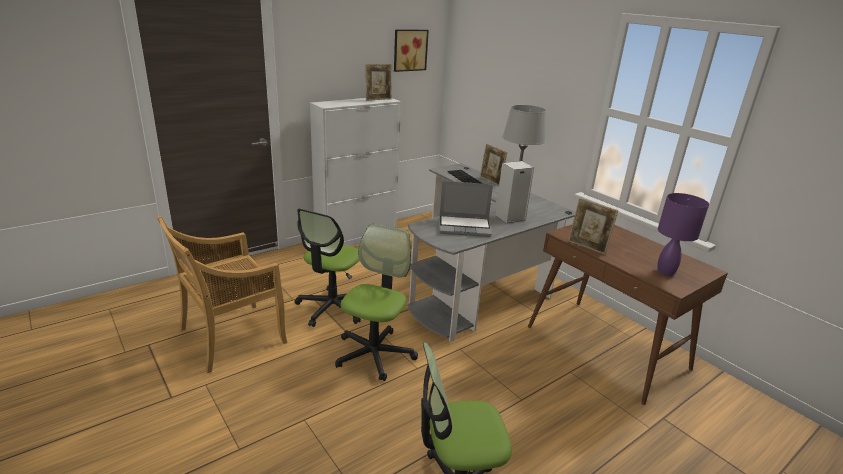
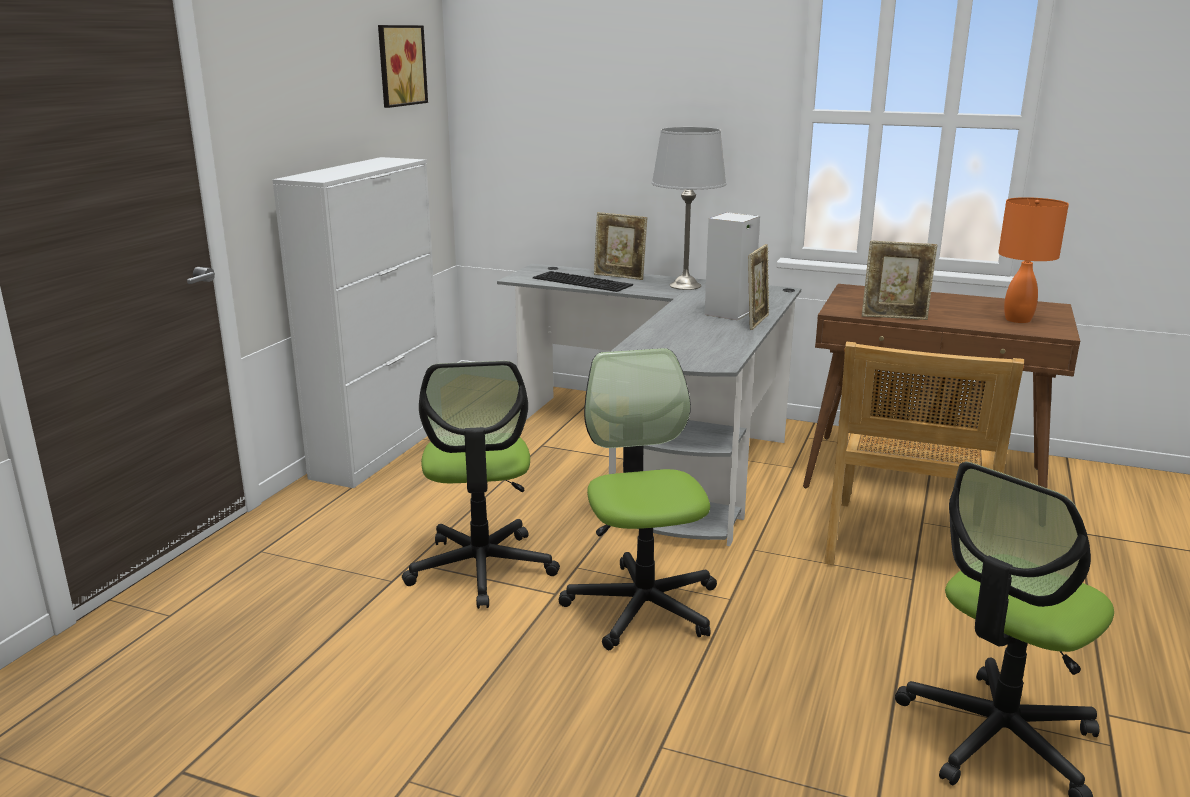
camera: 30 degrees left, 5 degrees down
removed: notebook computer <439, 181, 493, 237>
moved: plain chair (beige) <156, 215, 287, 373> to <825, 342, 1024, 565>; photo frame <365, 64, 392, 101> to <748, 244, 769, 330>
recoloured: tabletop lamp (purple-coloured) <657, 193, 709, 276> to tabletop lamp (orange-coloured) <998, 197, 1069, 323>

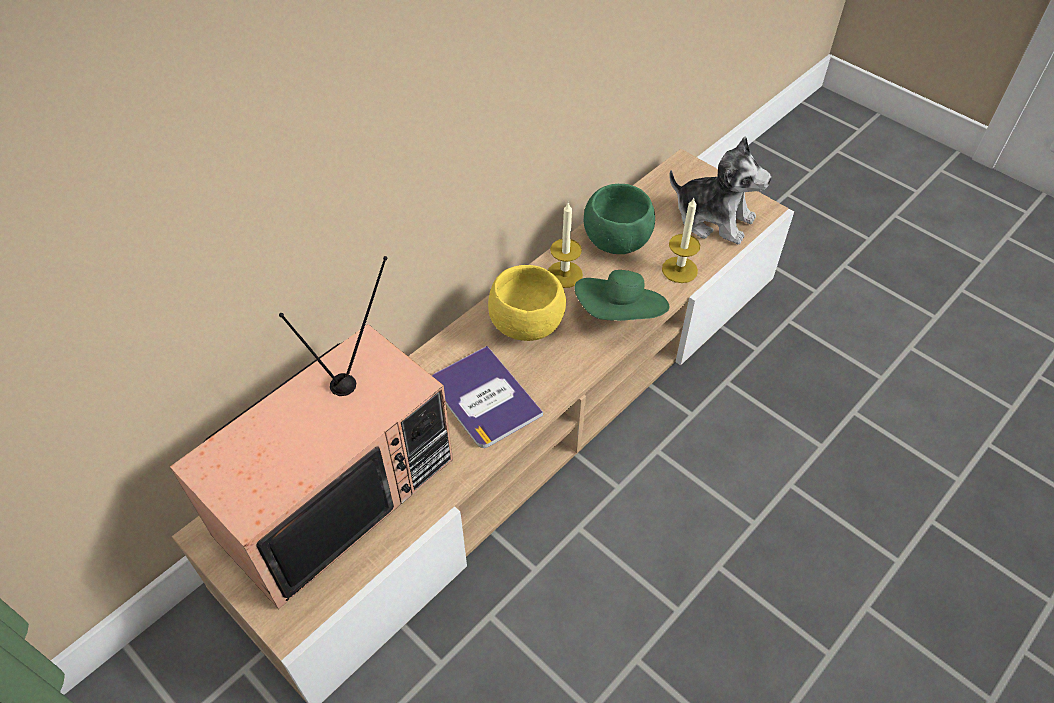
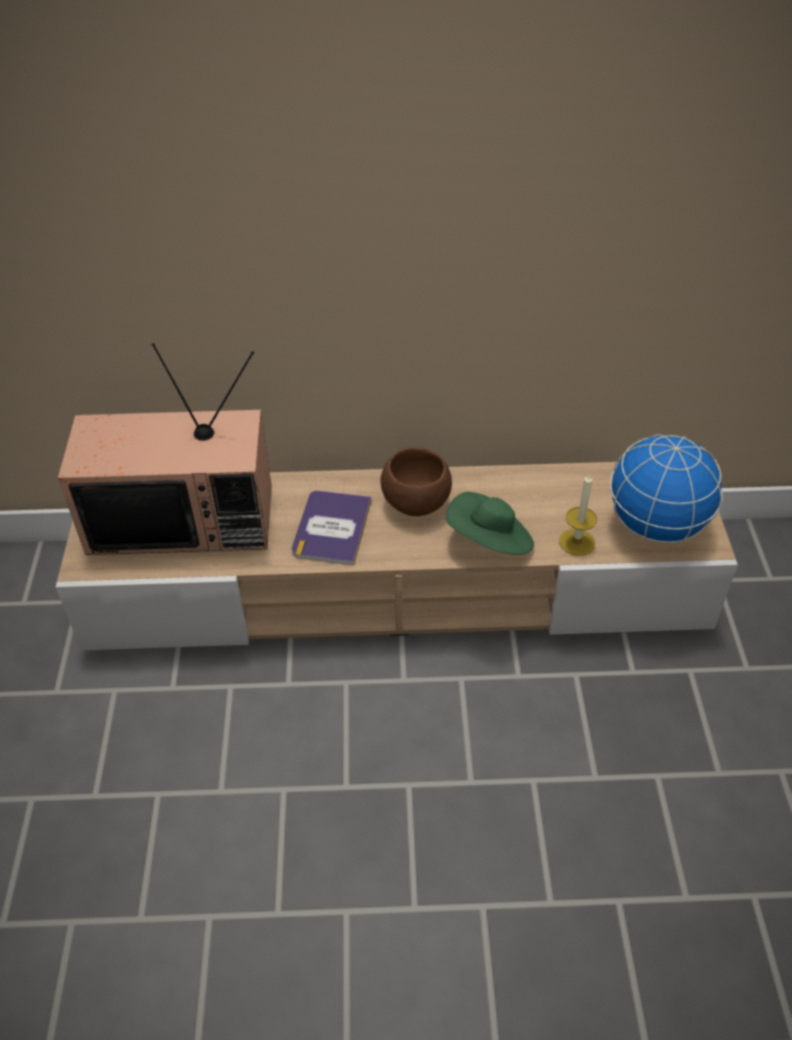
camera: 45 degrees right, 5 degrees down
removed: wax light <548, 202, 583, 288>; deep dish (greenish) <584, 184, 655, 254>
replaced: soft toy <669, 136, 771, 245> to world globe <610, 434, 723, 543>
recoloured: deep dish (yellow) <488, 265, 566, 341> to deep dish (brown) <380, 447, 452, 516>

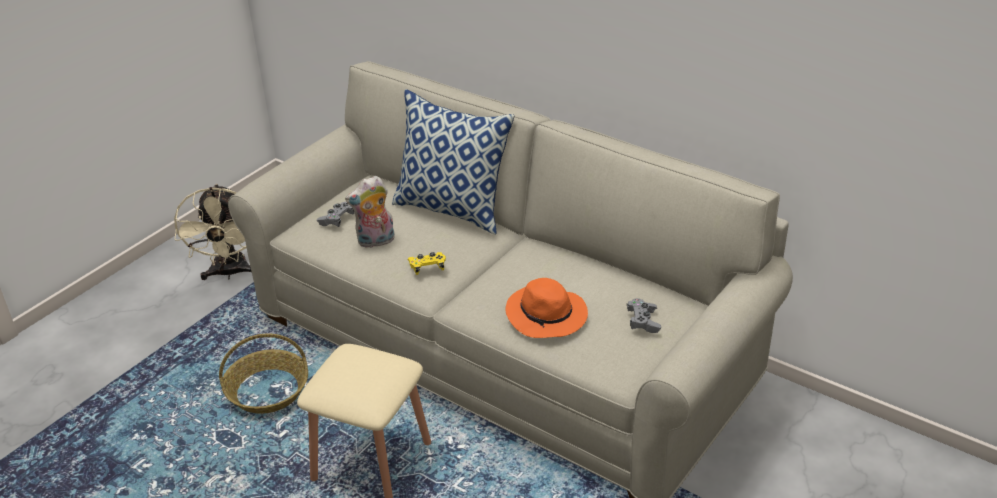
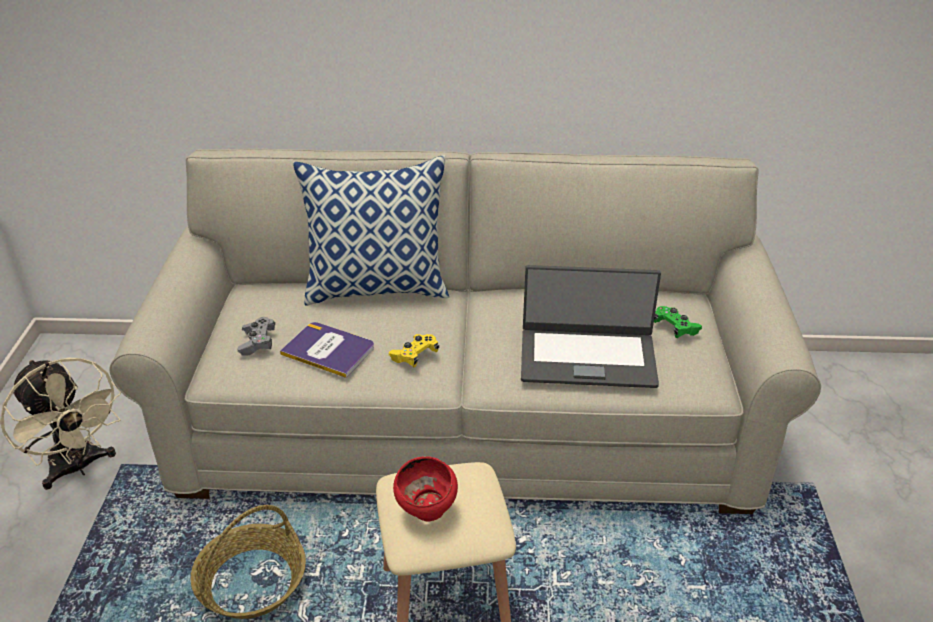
camera: 35 degrees left, 0 degrees up
added: deep dish (red) <393, 456, 458, 521>
replaced: soft toy <345, 176, 395, 248> to volume <280, 322, 374, 378>; clothing hat (orange-coloured) <505, 278, 588, 338> to notebook computer <521, 265, 661, 388>
recoloured: joypad (greyish) <627, 298, 661, 333> to joypad (greenish) <654, 306, 702, 338>

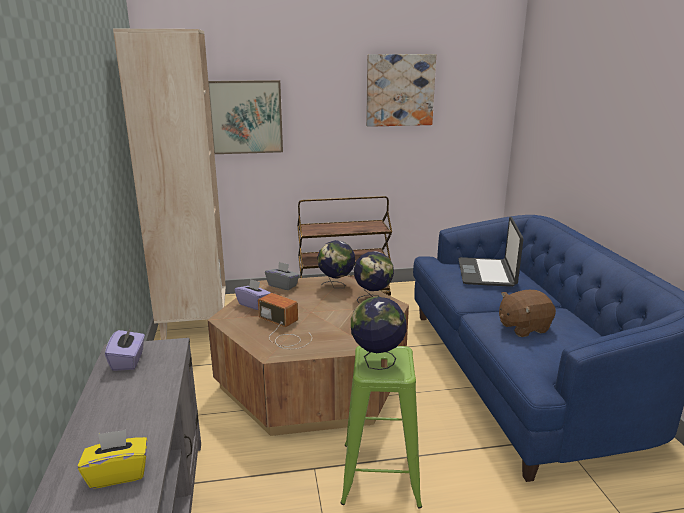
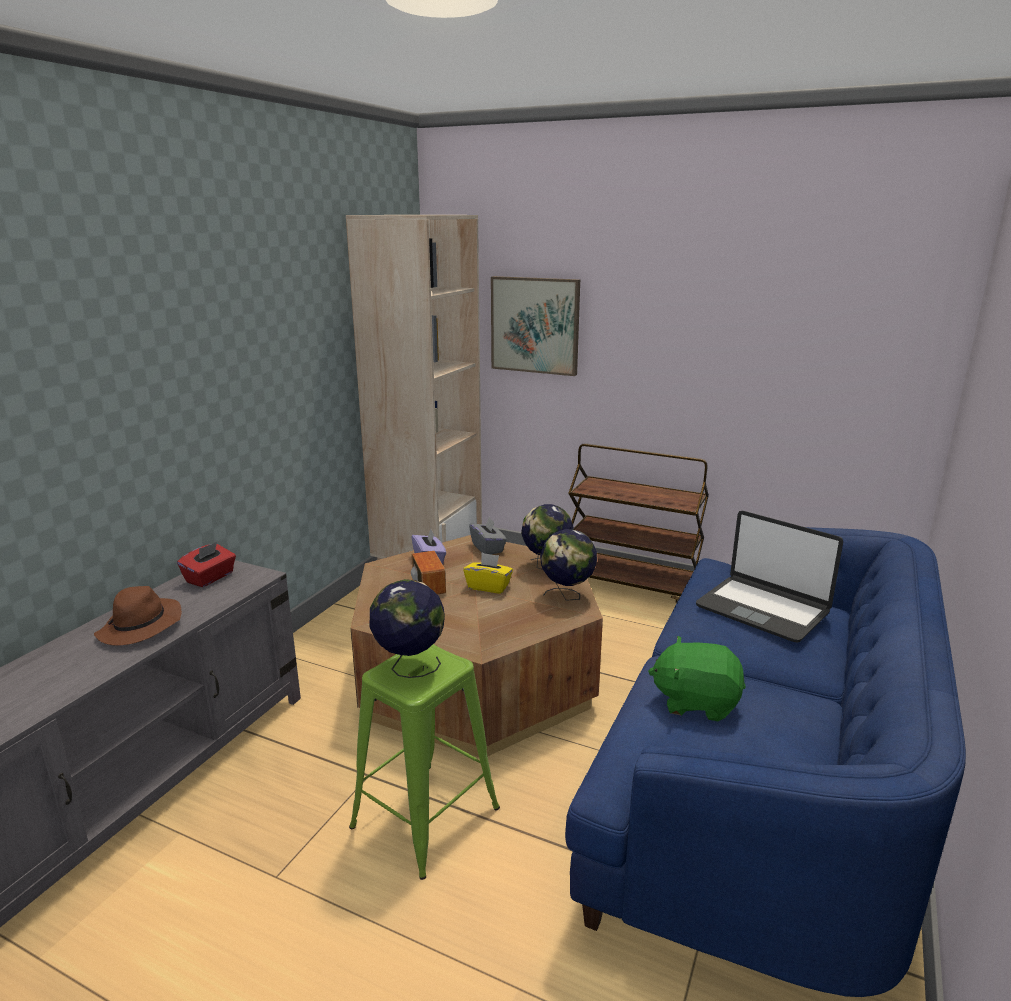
camera: 35 degrees right, 0 degrees up
removed: wall picture <366, 54, 436, 127>
added: clothing hat (brown) <94, 586, 182, 646>
moved: tissue holder (yellow) <78, 429, 147, 489> to <463, 553, 513, 594>
recoloured: tissue holder (purple-coloured) <105, 327, 145, 371> to tissue holder (red) <177, 542, 236, 587>; soft toy (brown) <499, 290, 556, 337> to soft toy (greenish) <648, 636, 746, 721>
turned: notebook computer <458, 217, 523, 287> = <696, 511, 843, 642> 90 degrees counterclockwise

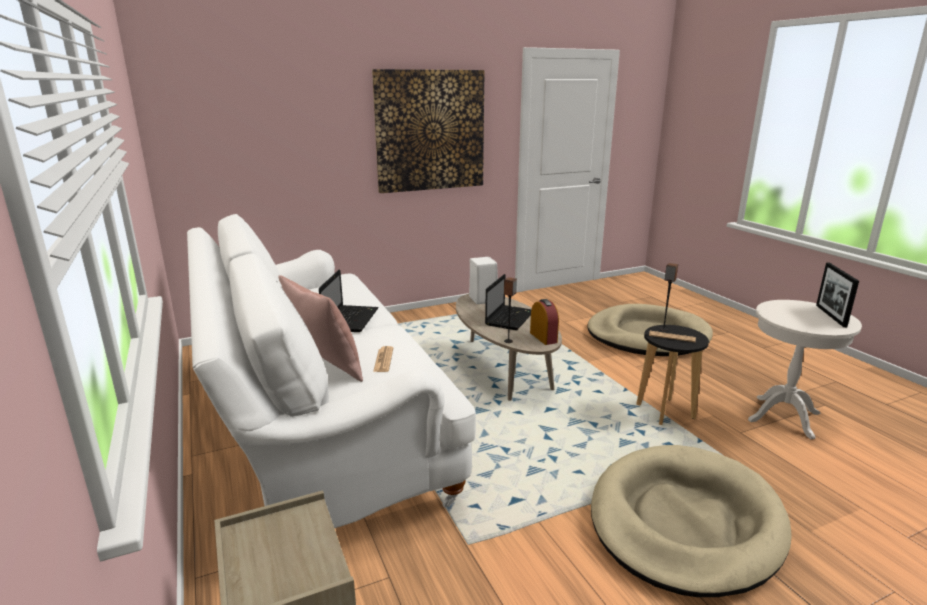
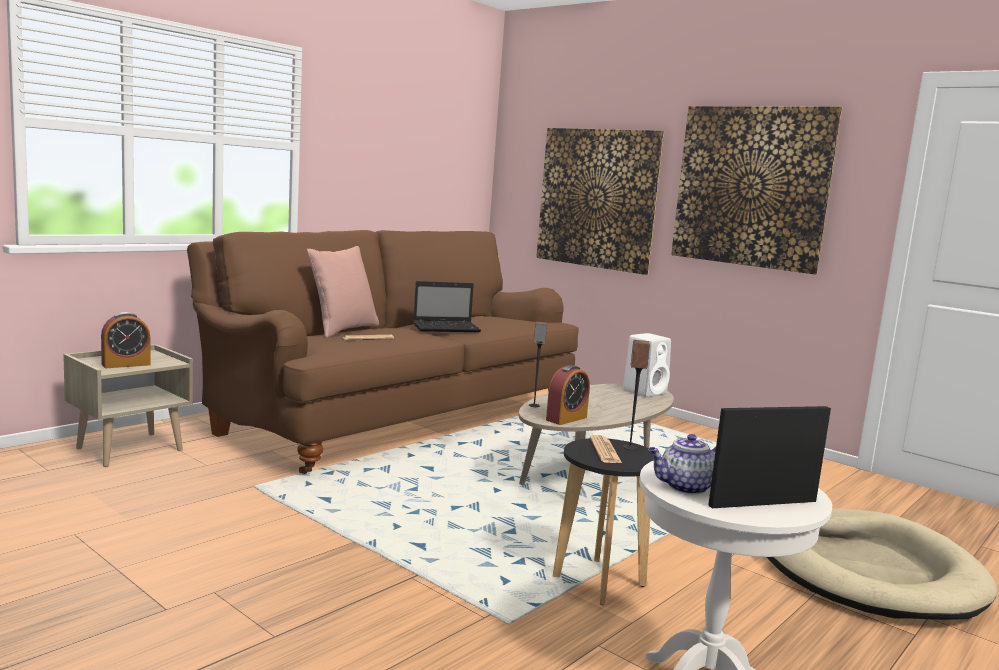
camera: 65 degrees right, 10 degrees down
removed: notebook computer <485, 274, 531, 330>; dog bed (beige) <591, 445, 792, 597>
added: bedside clock <101, 312, 151, 368>; wall picture <536, 128, 664, 275>; pot for tea <648, 434, 716, 494>
recoloured: settee (white-coloured) <187, 214, 476, 528> to settee (brown) <187, 230, 579, 474>

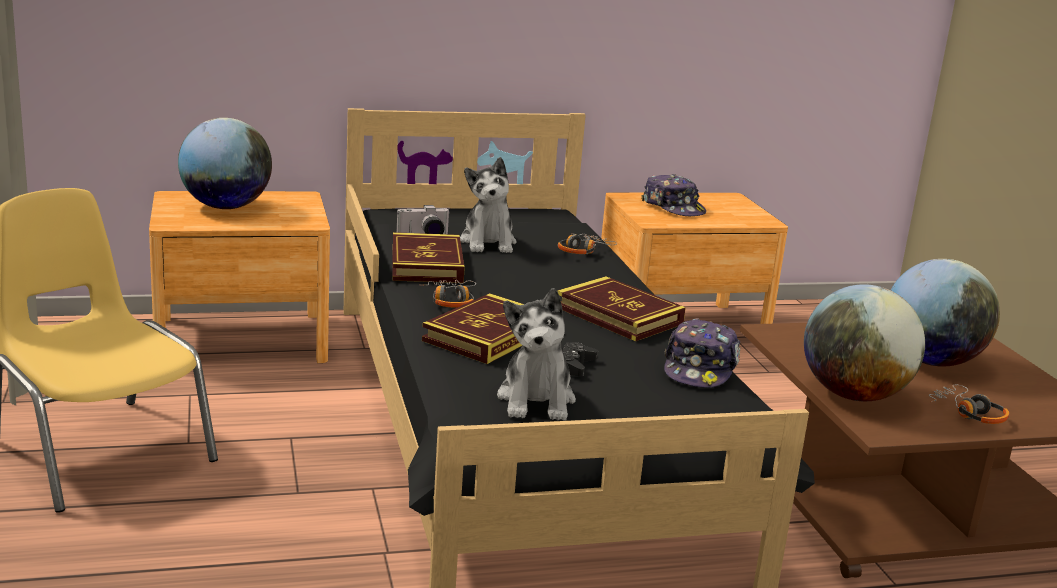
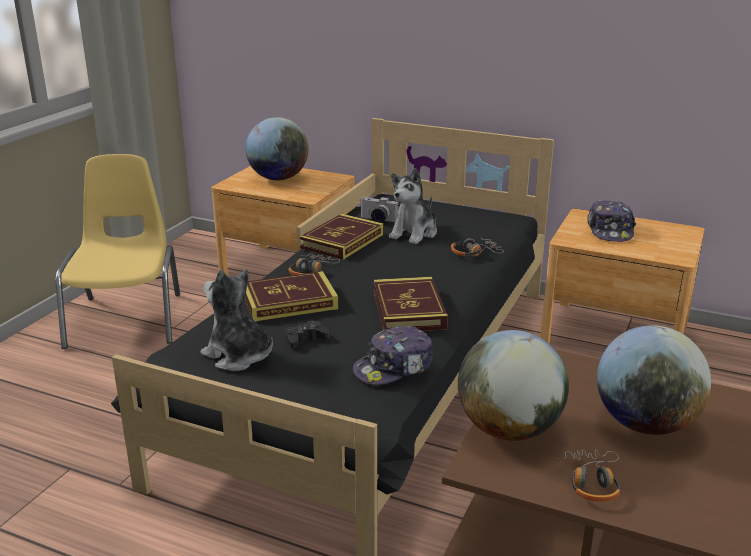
camera: 40 degrees right, 5 degrees up
turned: soft toy <497, 288, 576, 421> = <201, 269, 273, 371> 90 degrees clockwise

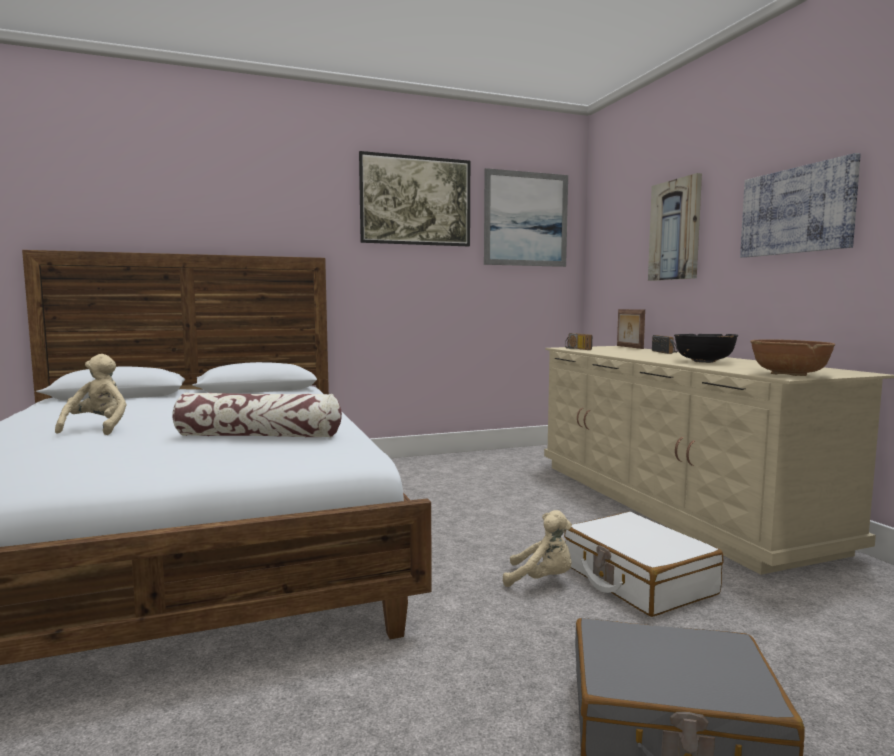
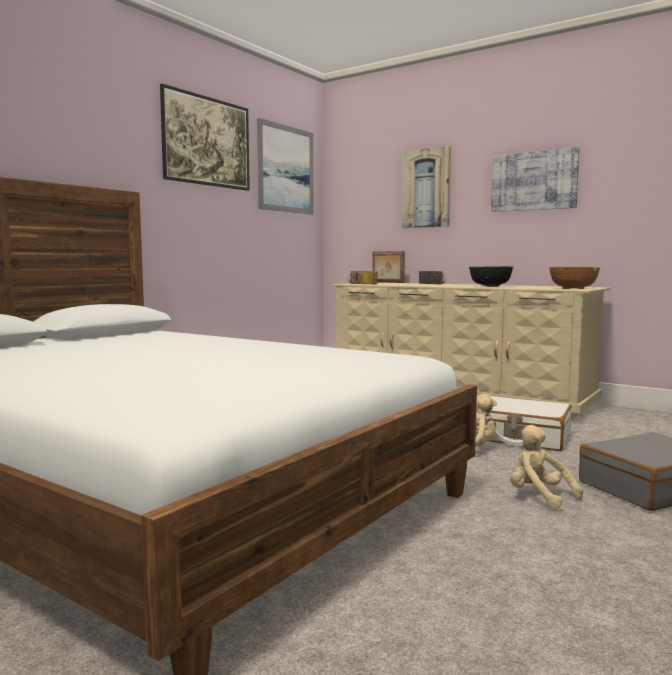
camera: 35 degrees left, 0 degrees up
removed: pillow <173, 392, 342, 438>
moved: soft toy (beige) <55, 354, 127, 435> to <510, 425, 583, 509>

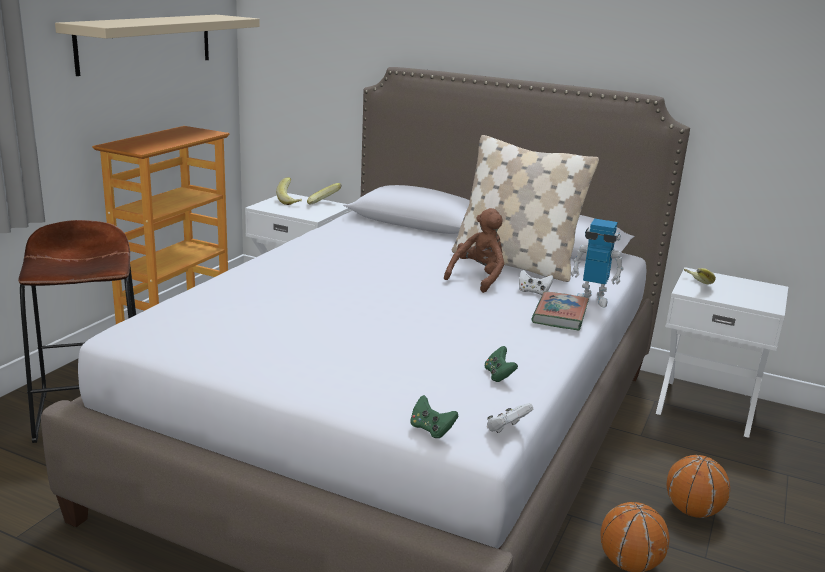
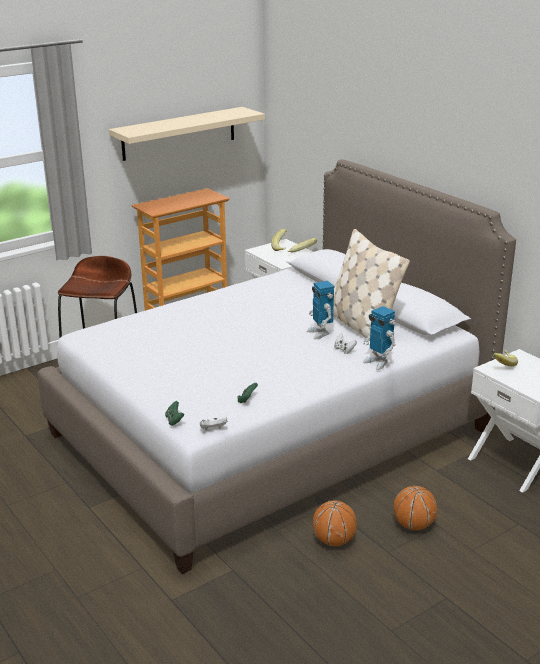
camera: 30 degrees right, 5 degrees up
removed: volume <532, 291, 589, 330>
replaced: soft toy (brown) <444, 208, 504, 293> to toy robot <306, 281, 334, 340>

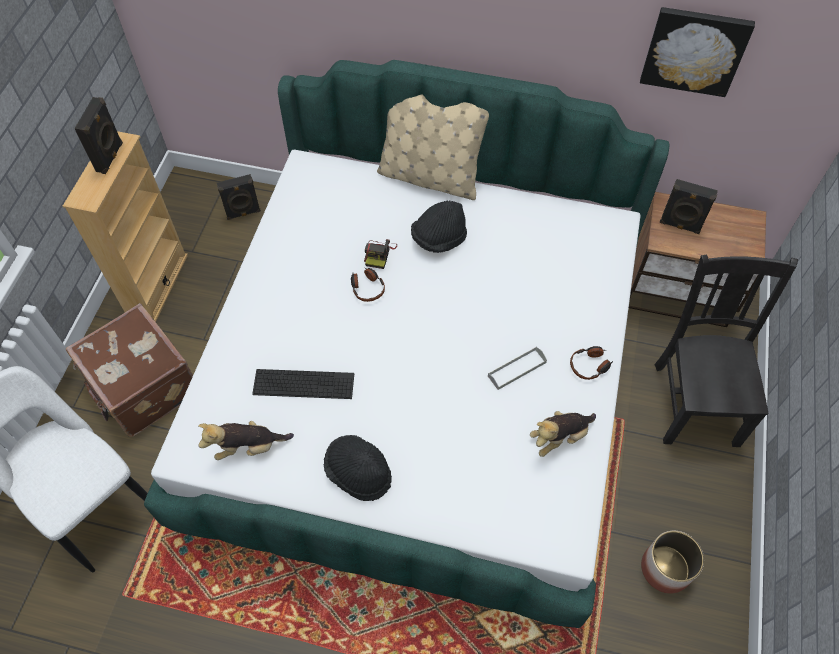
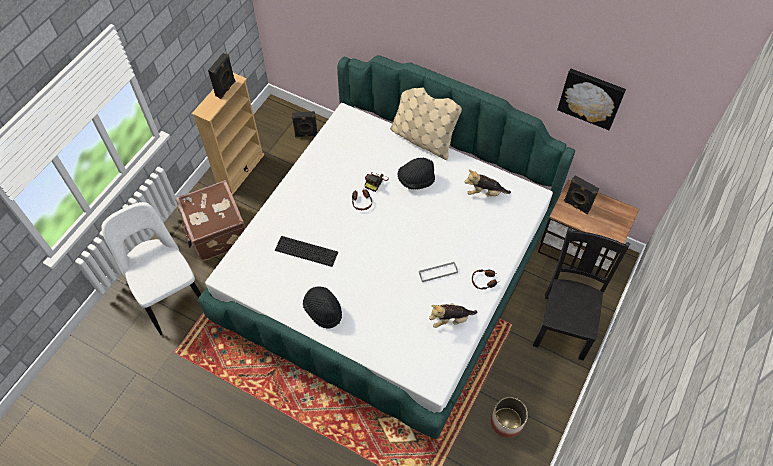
camera: 15 degrees right, 0 degrees up
moved: soft toy <198, 421, 294, 460> to <465, 170, 511, 196>

